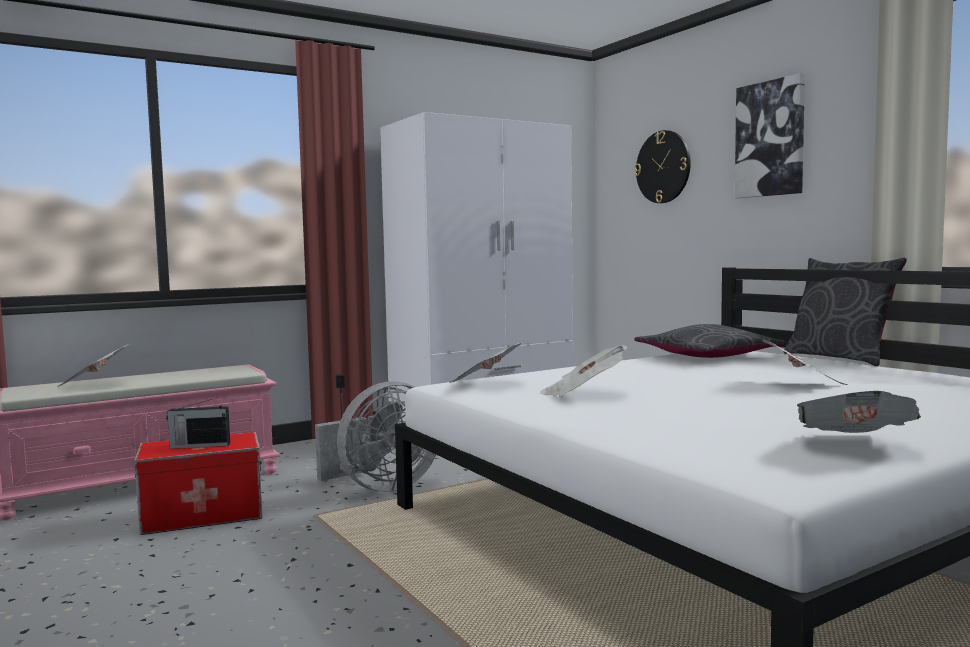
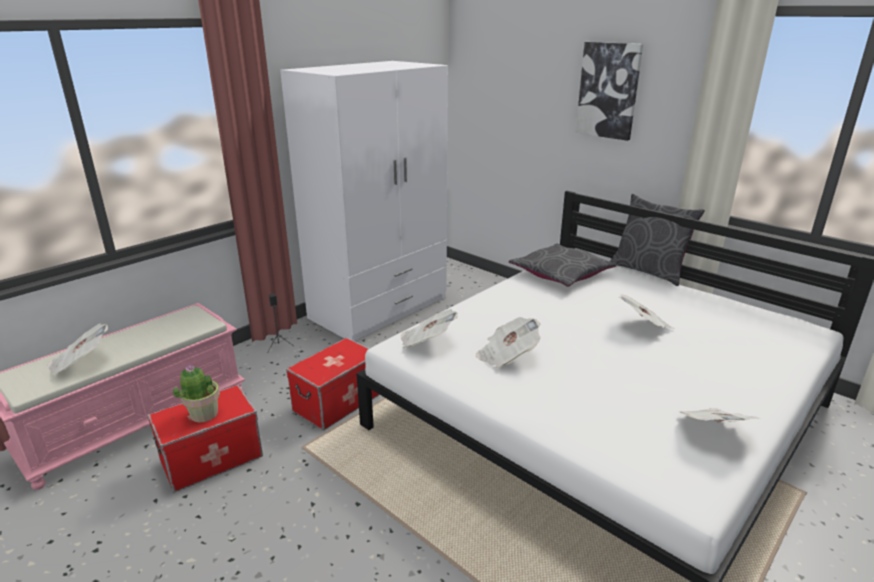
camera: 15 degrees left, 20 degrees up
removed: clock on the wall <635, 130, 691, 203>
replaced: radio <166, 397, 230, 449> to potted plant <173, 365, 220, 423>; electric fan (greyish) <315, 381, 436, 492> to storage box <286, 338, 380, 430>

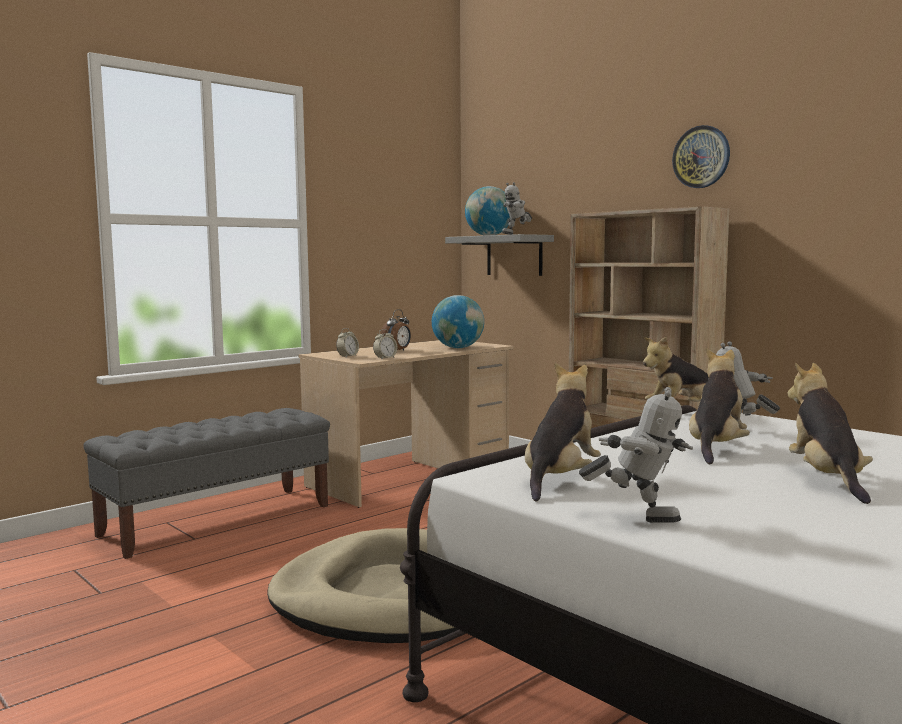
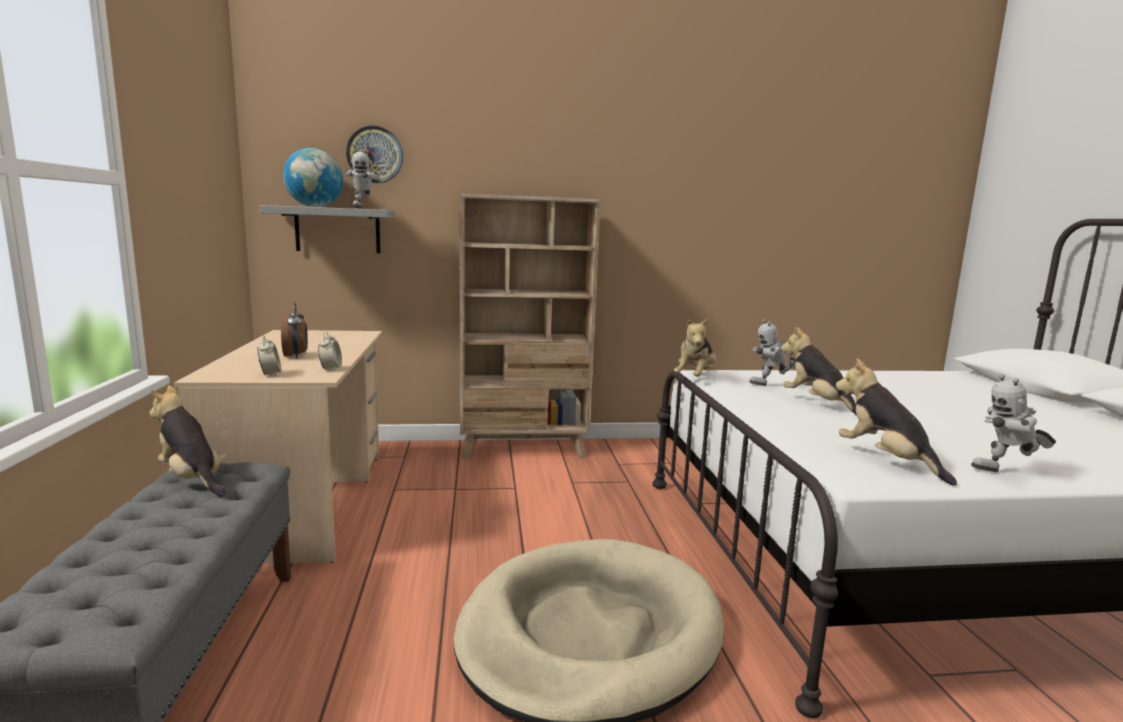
camera: 55 degrees left, 5 degrees up
removed: world globe <432, 295, 484, 348>
moved: clock on the wall <672, 125, 730, 188> to <346, 126, 403, 183>; soft toy <788, 362, 873, 504> to <150, 385, 226, 497>
turned: toy robot <579, 387, 693, 523> = <971, 374, 1056, 472> 150 degrees counterclockwise

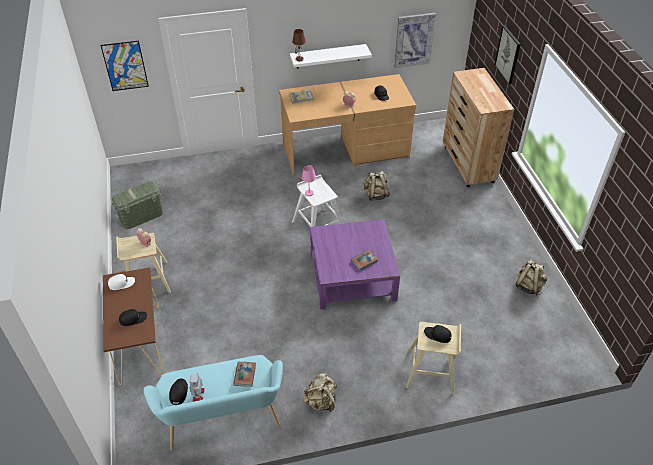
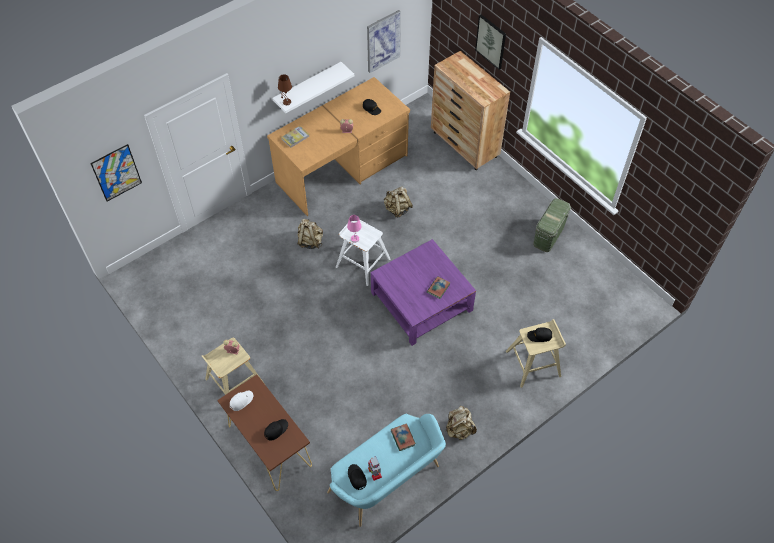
camera: 25 degrees left, 10 degrees up
moved: storage box (greenish) <112, 181, 163, 229> to <533, 198, 571, 252>; knapsack (beige) <515, 259, 547, 296> to <297, 219, 323, 249>

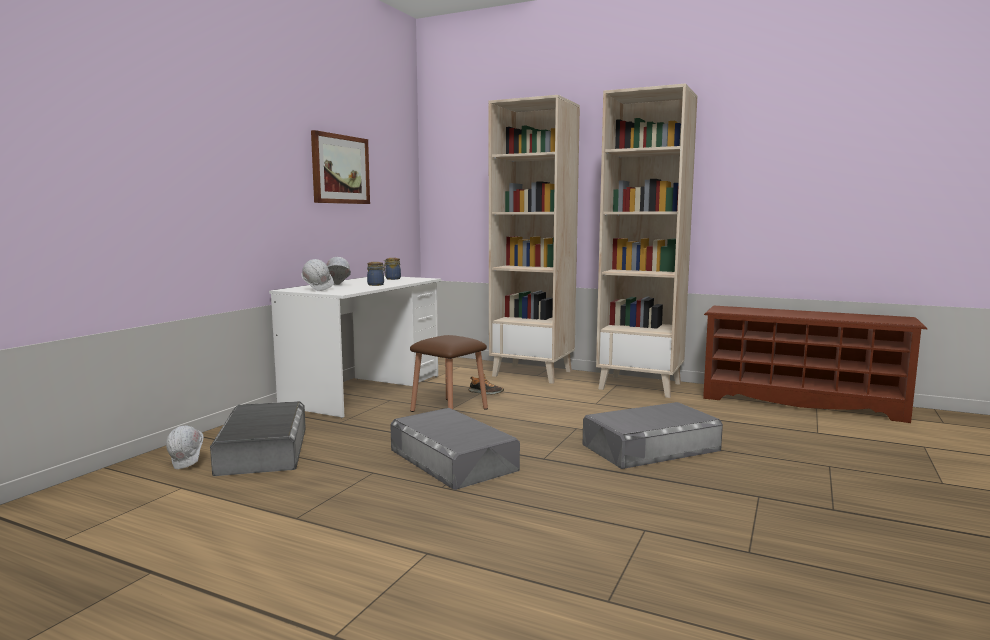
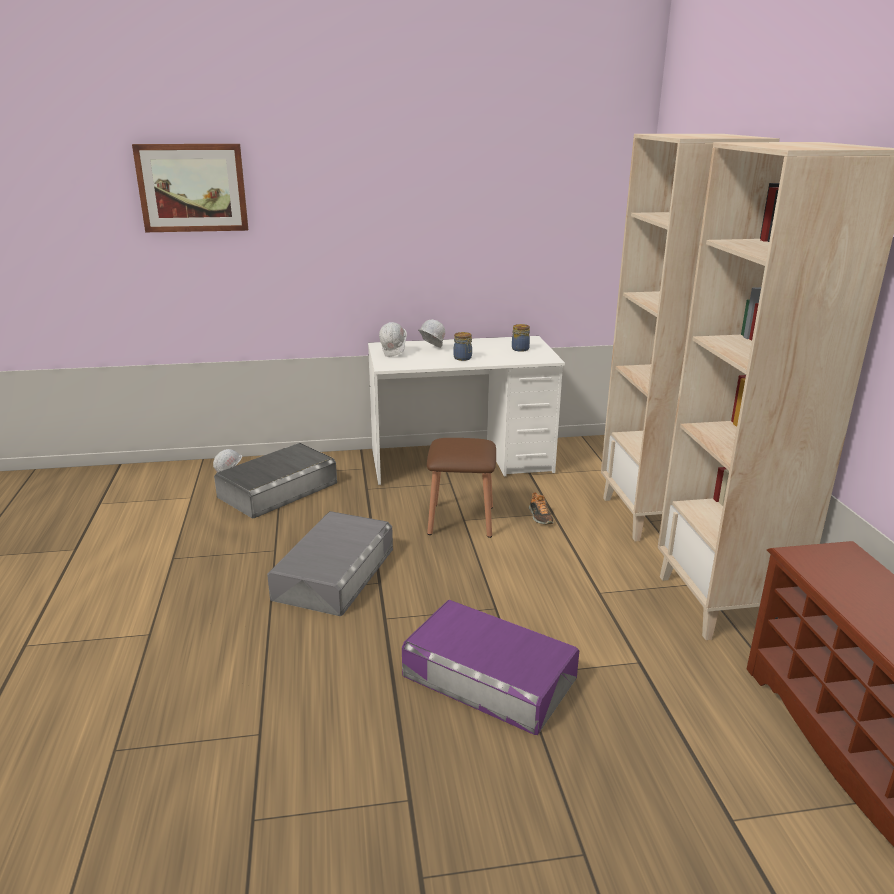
camera: 55 degrees right, 15 degrees up
moved: wall picture <311, 130, 370, 204> to <132, 144, 248, 232>
recoloured: storage box (greyish) <582, 402, 723, 469> to storage box (purple-coloured) <402, 600, 579, 735>

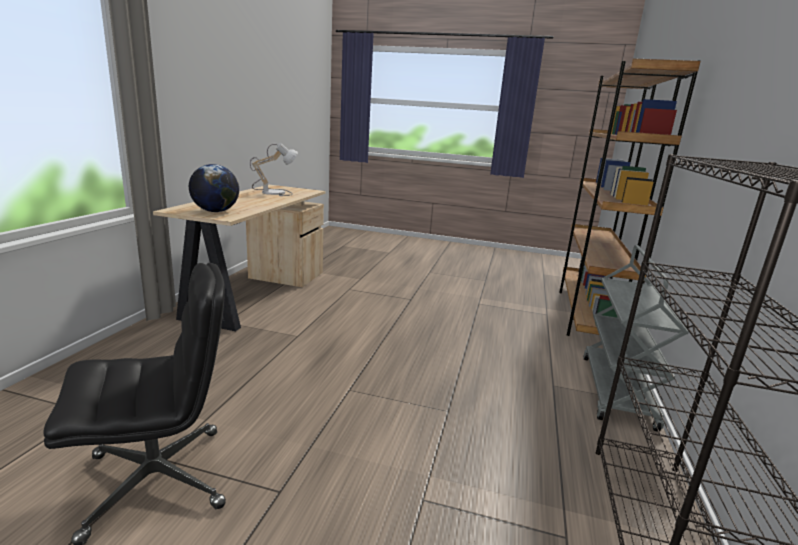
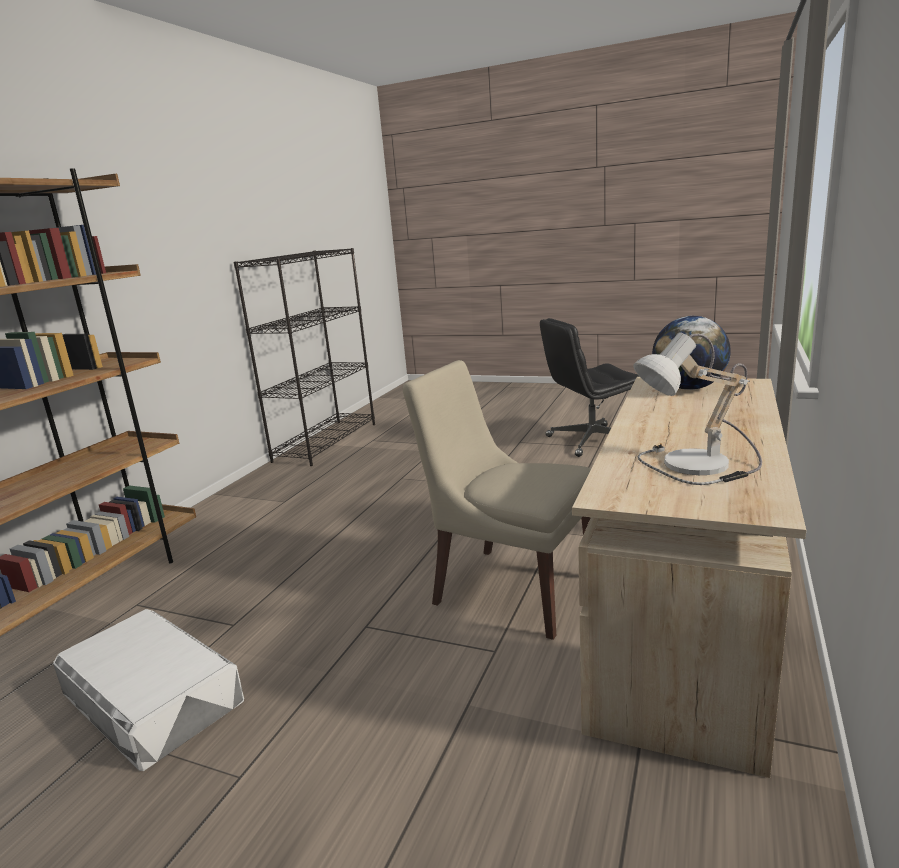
camera: 170 degrees left, 0 degrees up
removed: trolley (greyish) <583, 245, 689, 432>
added: storage box (white-coloured) <53, 609, 244, 771>; plain chair (beige) <403, 360, 591, 640>

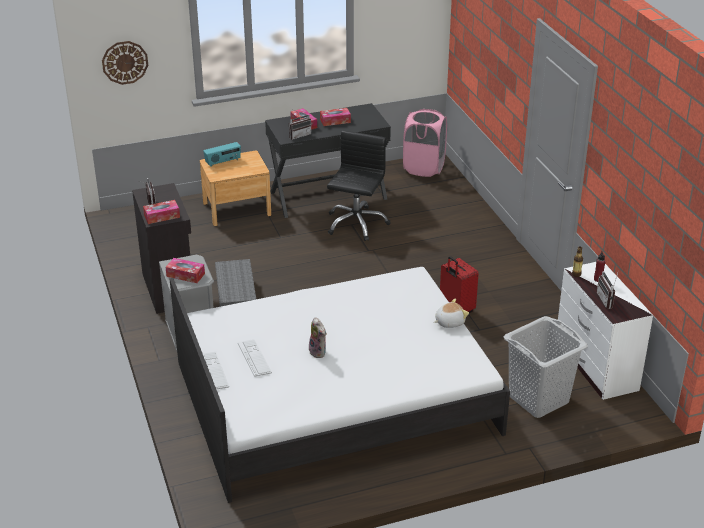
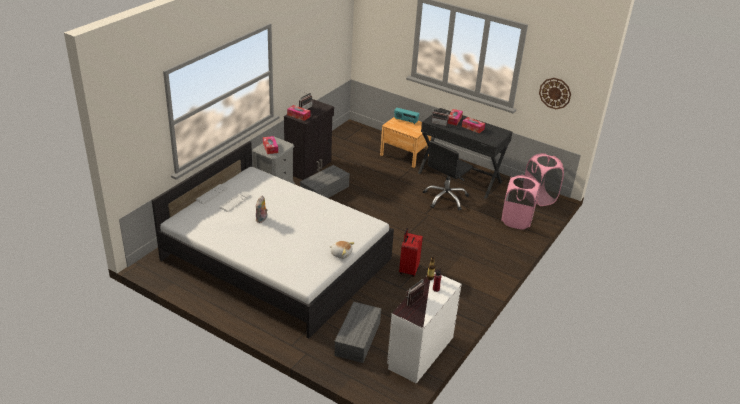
camera: 50 degrees right, 0 degrees up
added: hamper (pink) <501, 175, 540, 230>
moved: clock on the wall <102, 41, 148, 85> to <539, 78, 571, 109>
replaced: hamper (greyish) <504, 316, 588, 418> to storage box (greyish) <334, 302, 382, 363>
turned: desk chair (black-coloured) <327, 130, 390, 241> = <423, 141, 473, 211> 150 degrees clockwise

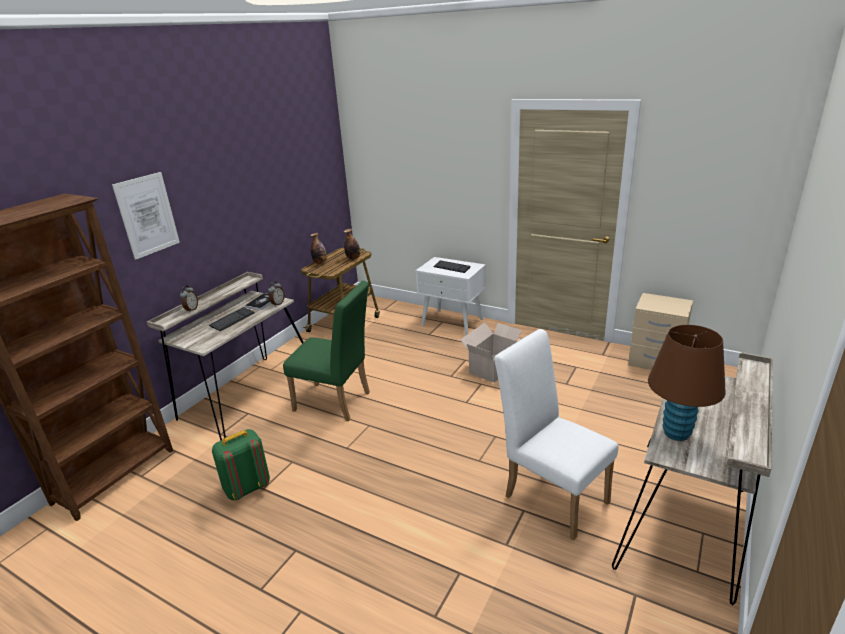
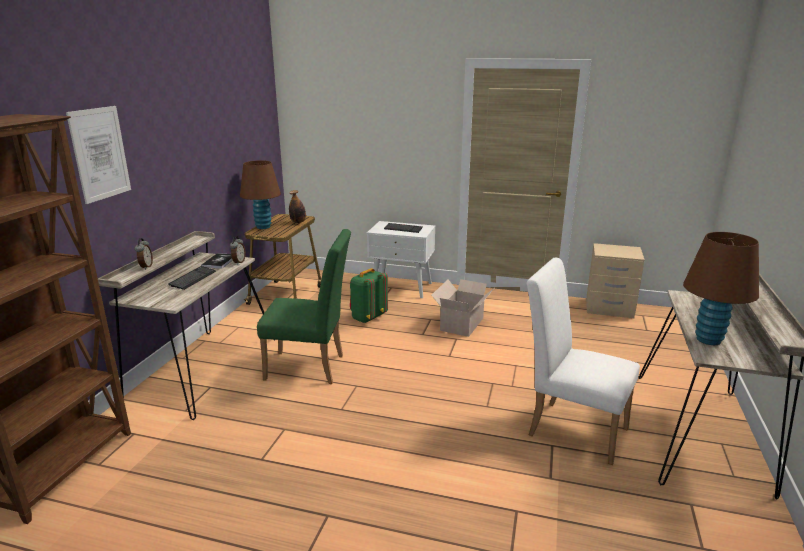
camera: 15 degrees left, 5 degrees down
moved: knapsack (greenish) <212, 429, 270, 500> to <350, 268, 388, 323>
replaced: bottle <310, 233, 327, 264> to tabletop lamp (brown) <240, 160, 281, 229>

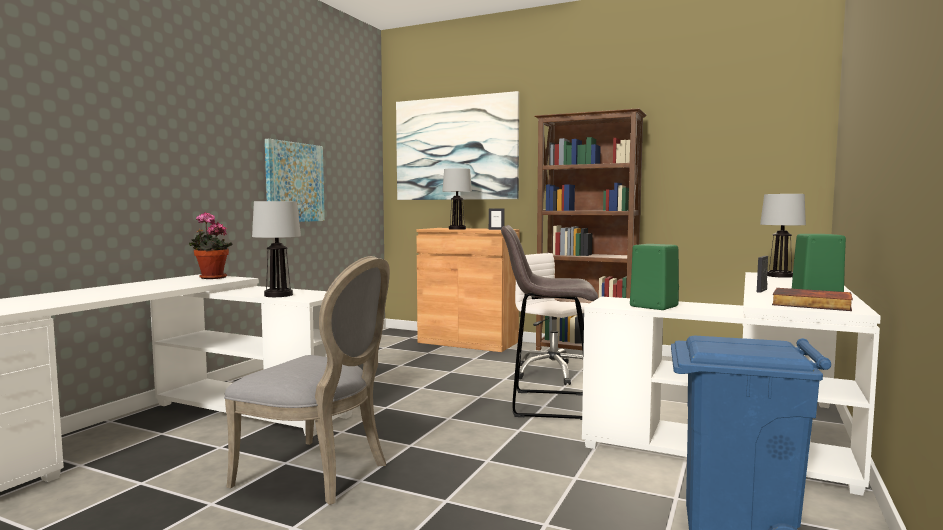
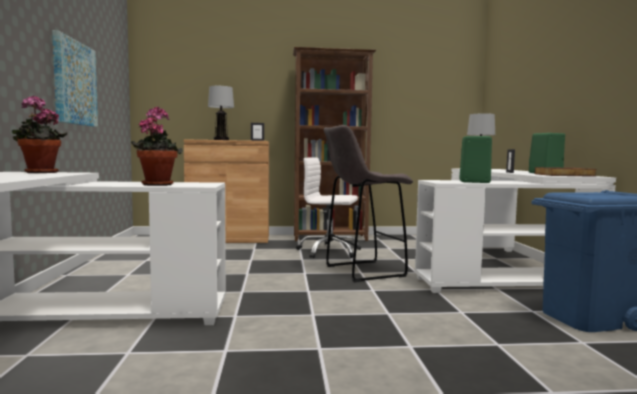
camera: 30 degrees left, 0 degrees up
removed: plain chair (greyish) <224, 256, 390, 505>; wall picture <396, 91, 519, 200>
replaced: tabletop lamp <252, 201, 301, 297> to potted plant <131, 107, 183, 186>

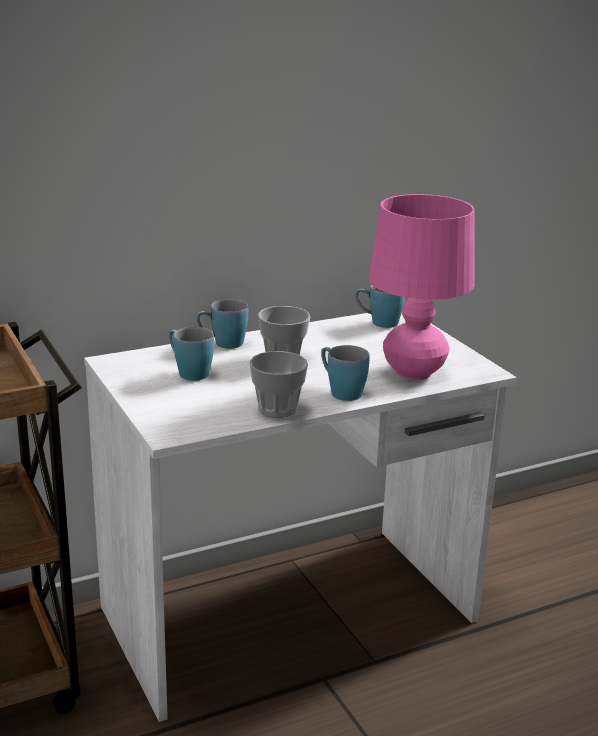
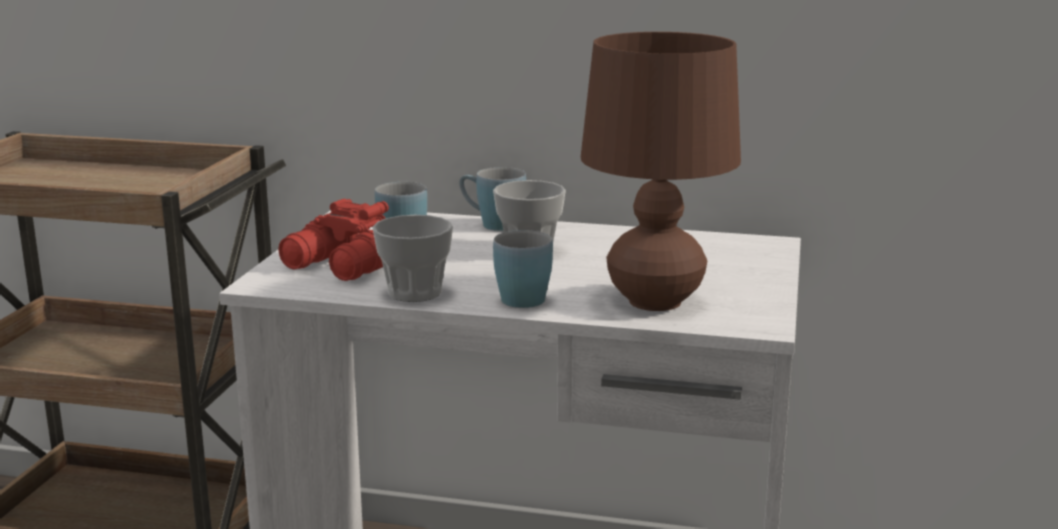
camera: 40 degrees right, 5 degrees down
removed: coffee mug (blue) <355, 284, 405, 328>
added: binoculars (red) <278, 199, 389, 281>
recoloured: tabletop lamp (pink) <369, 194, 475, 380> to tabletop lamp (brown) <581, 32, 741, 311>

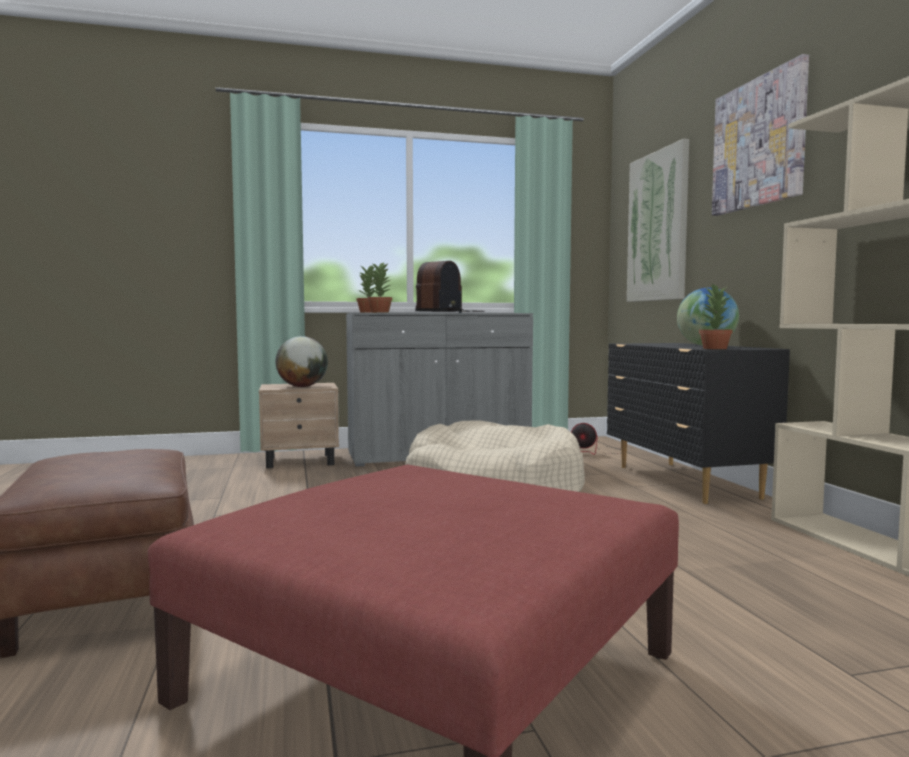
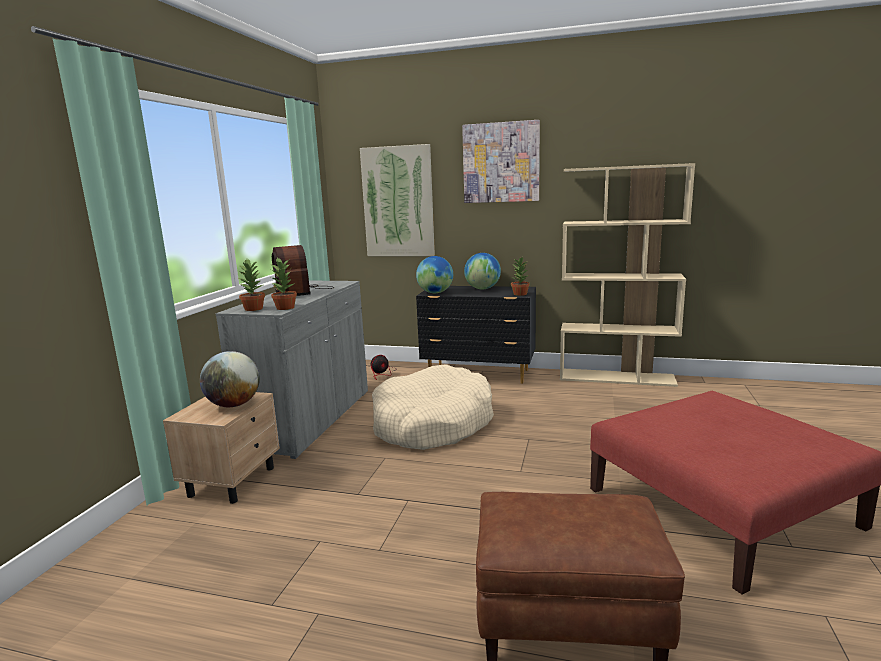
camera: 60 degrees left, 10 degrees up
added: world globe <416, 256, 453, 293>

